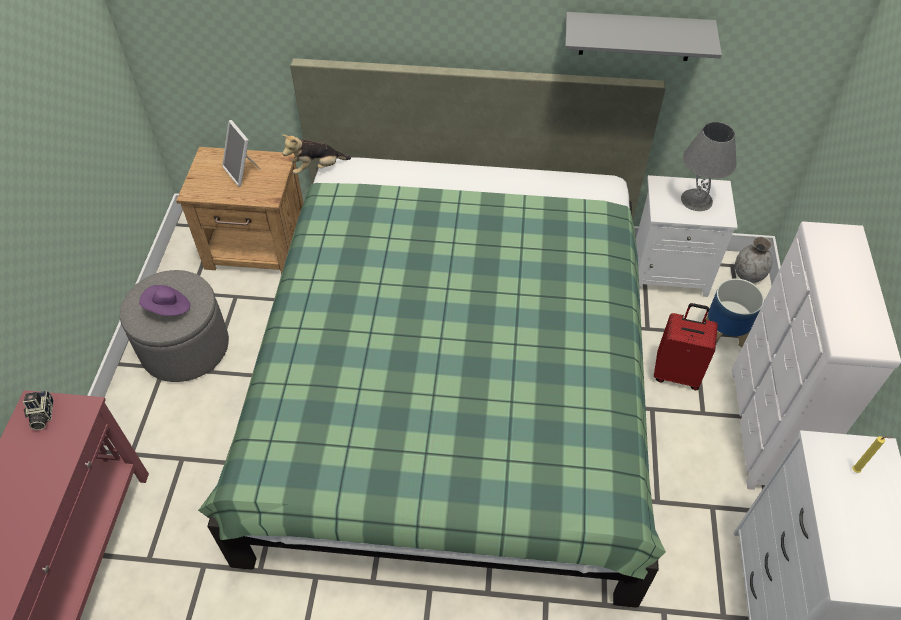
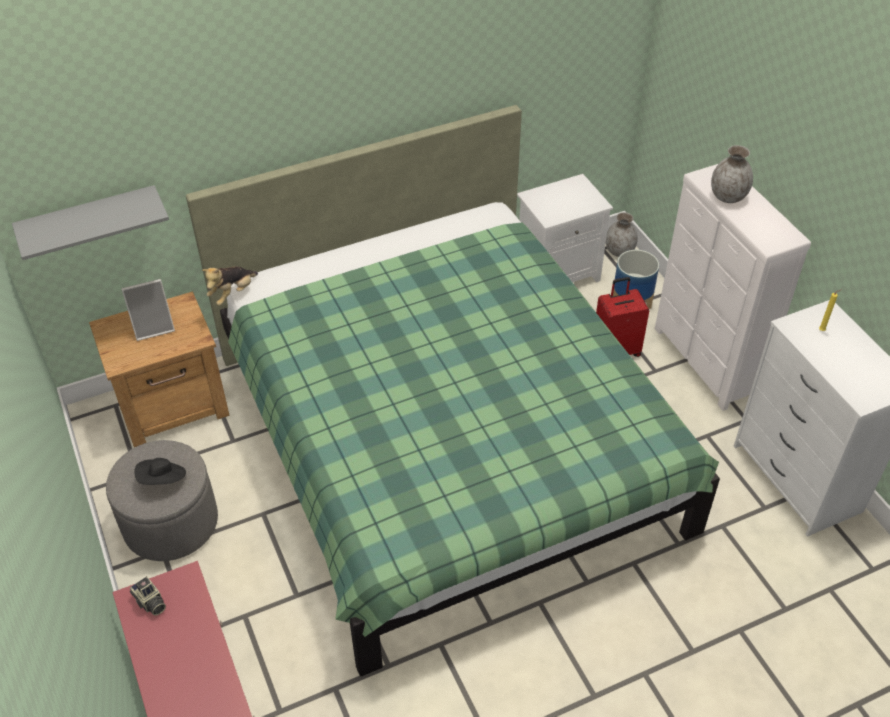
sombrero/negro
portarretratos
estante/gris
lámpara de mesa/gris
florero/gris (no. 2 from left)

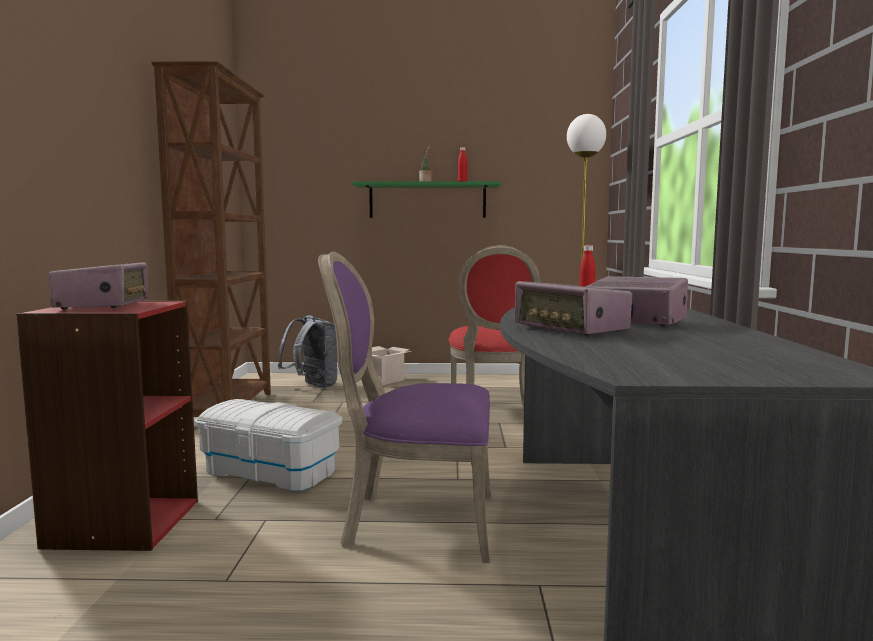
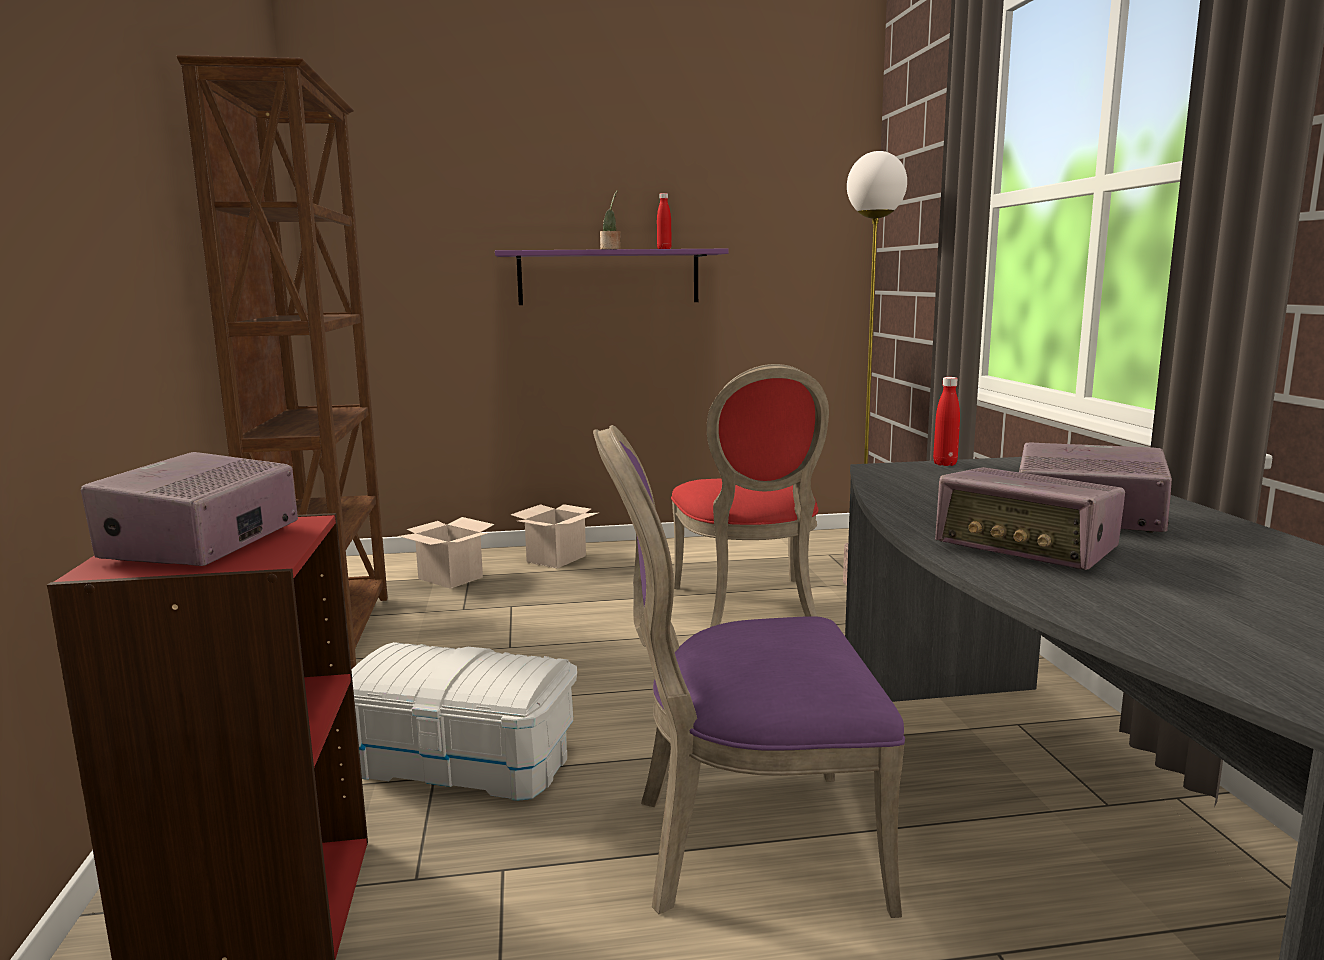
radio (no. 1 from left)
caja de cartón (no. 1 from left)
estante/morado

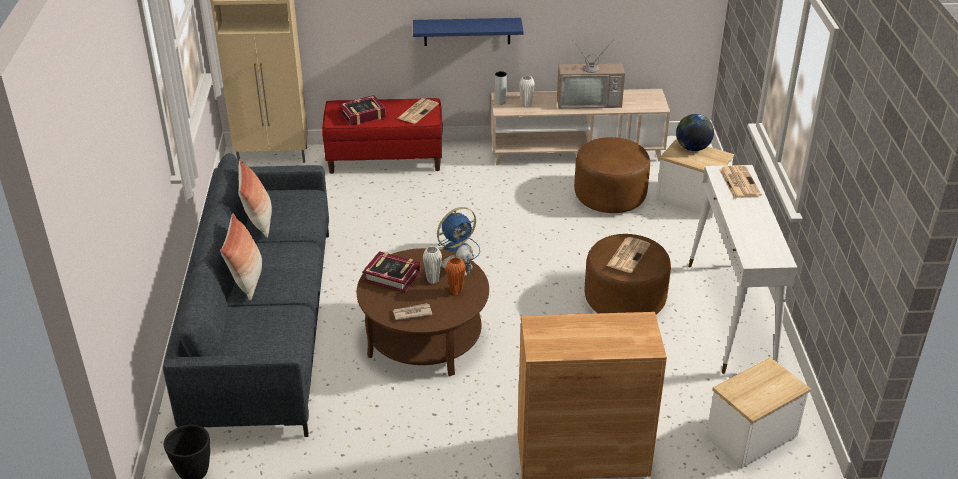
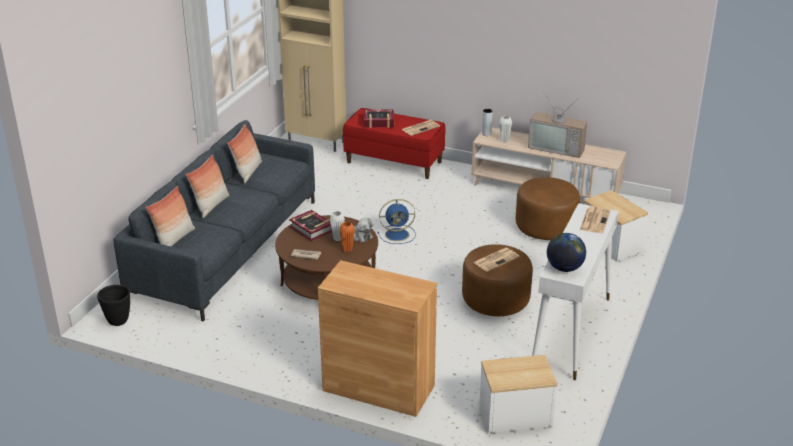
estante/azul
globo terráqueo
cojín (no. 1 from left)

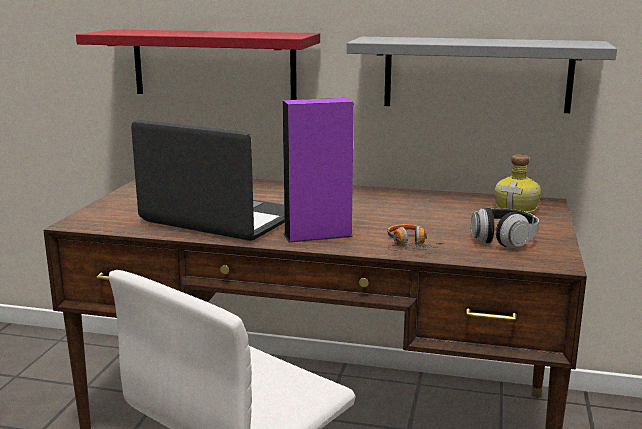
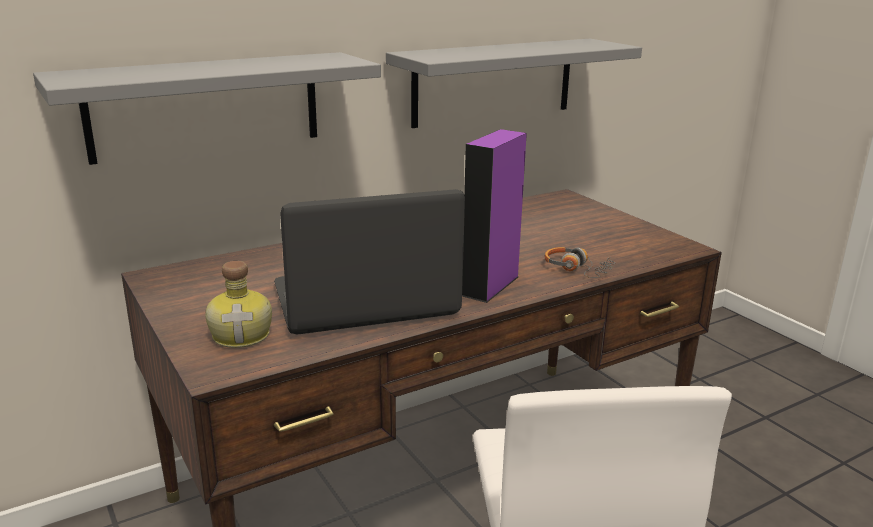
estante/gris (no. 1 from left)
auriculares (no. 2 from left in the first image)
botella

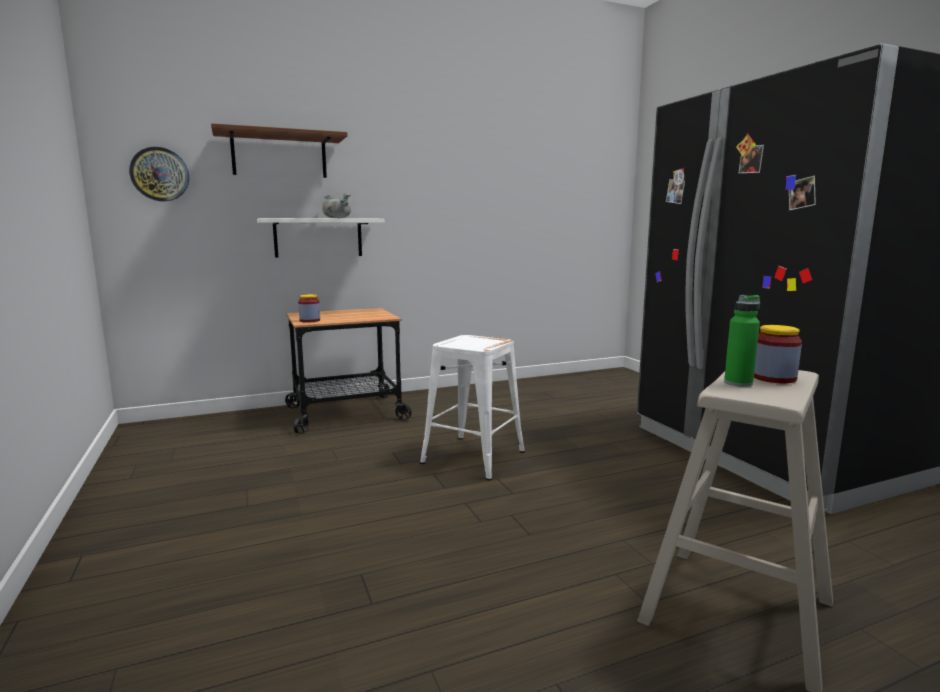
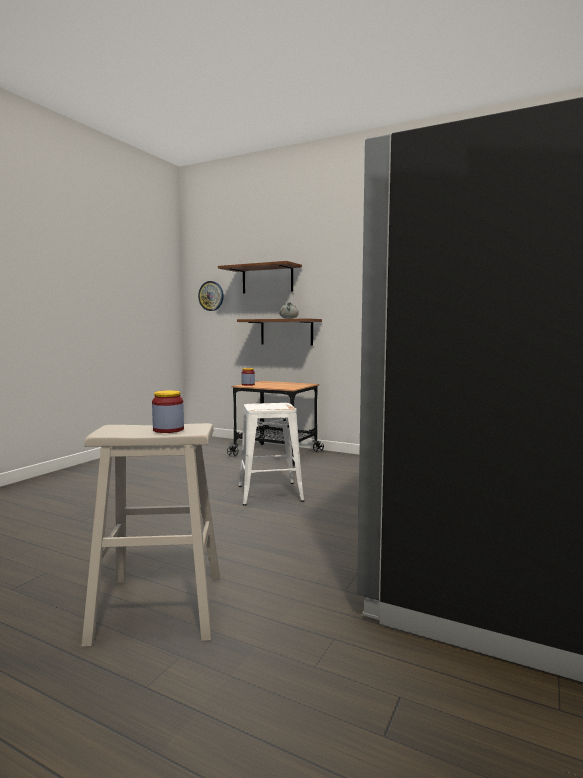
estante/marrón (no. 2 from left)
botella/verde

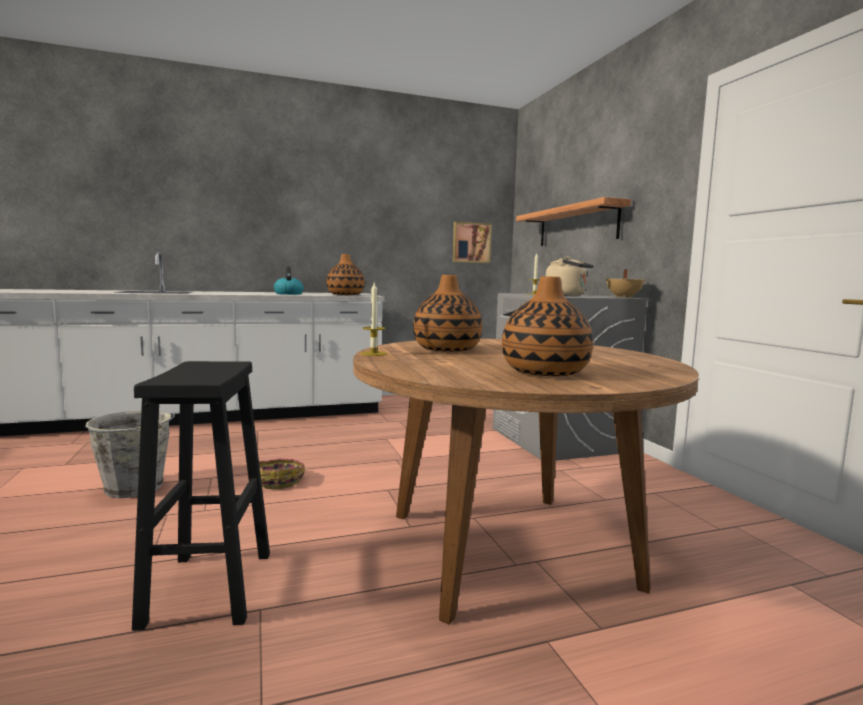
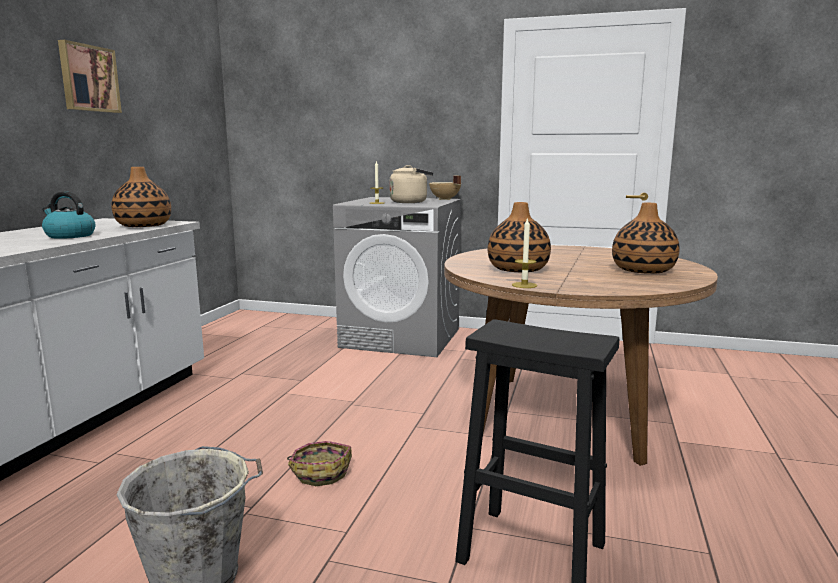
cuadro
estante

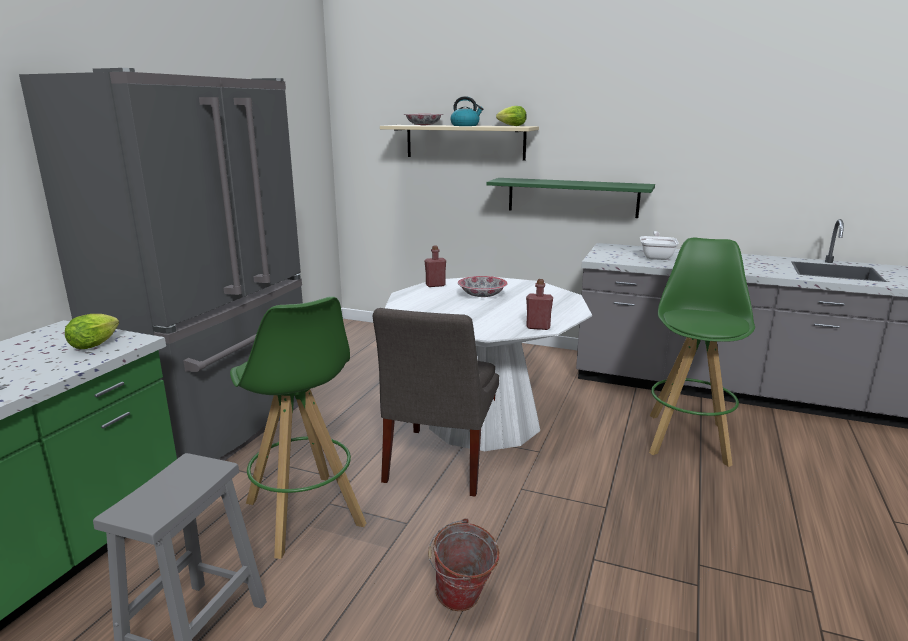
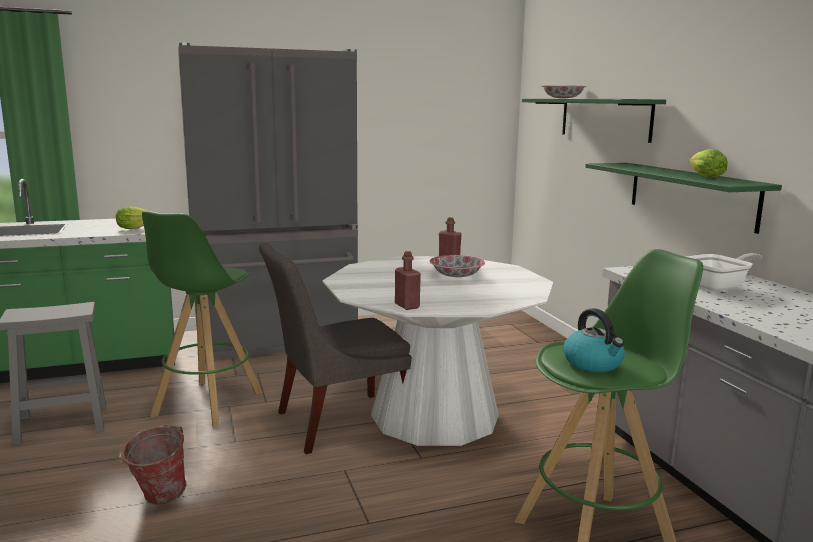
estante/verde (no. 1 from left)
hervidor
lechuga (no. 2 from left)

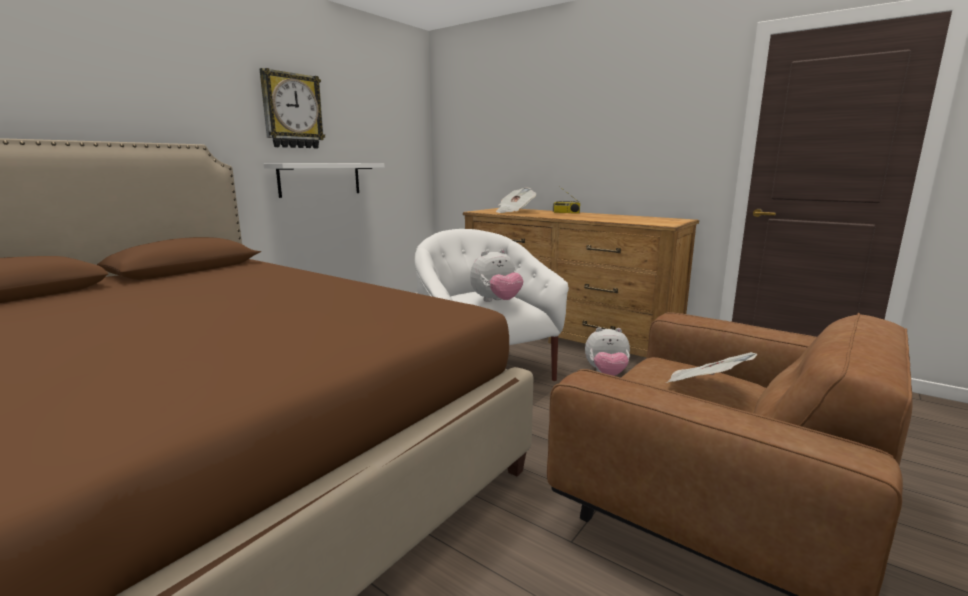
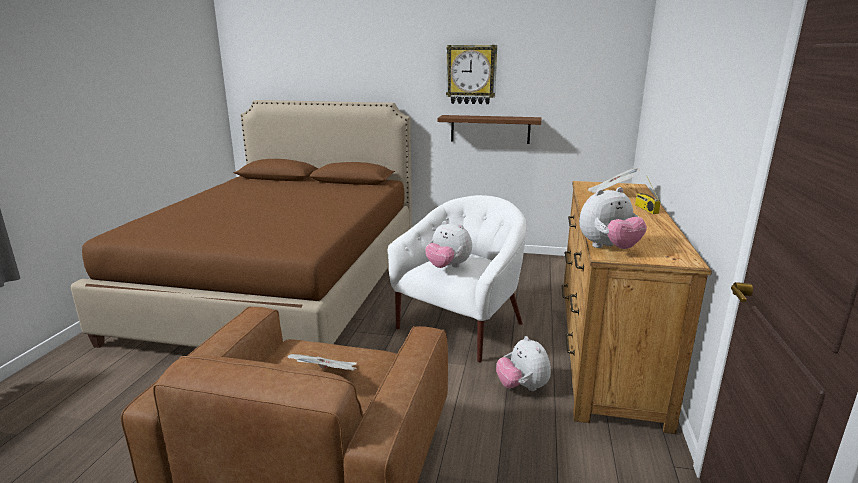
estante/marrón
peluche (no. 3 from left)

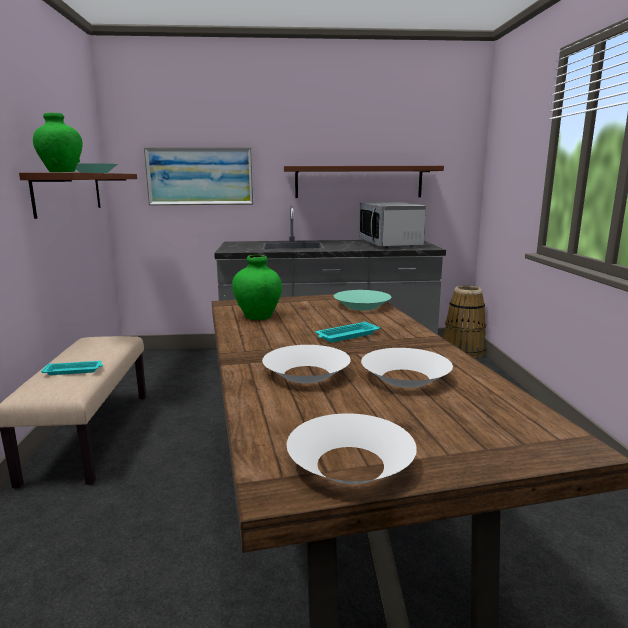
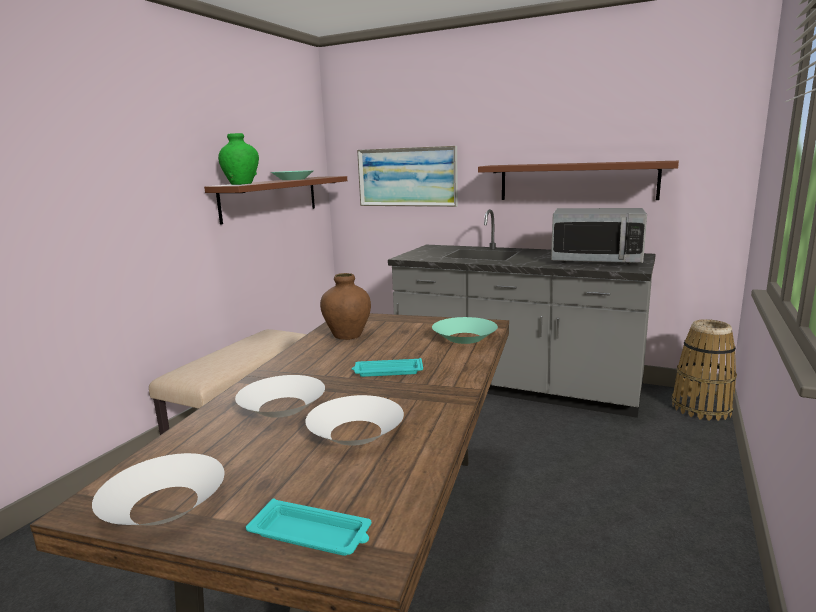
bandeja/turquesa (no. 1 from left)
florero/marrón
microondas

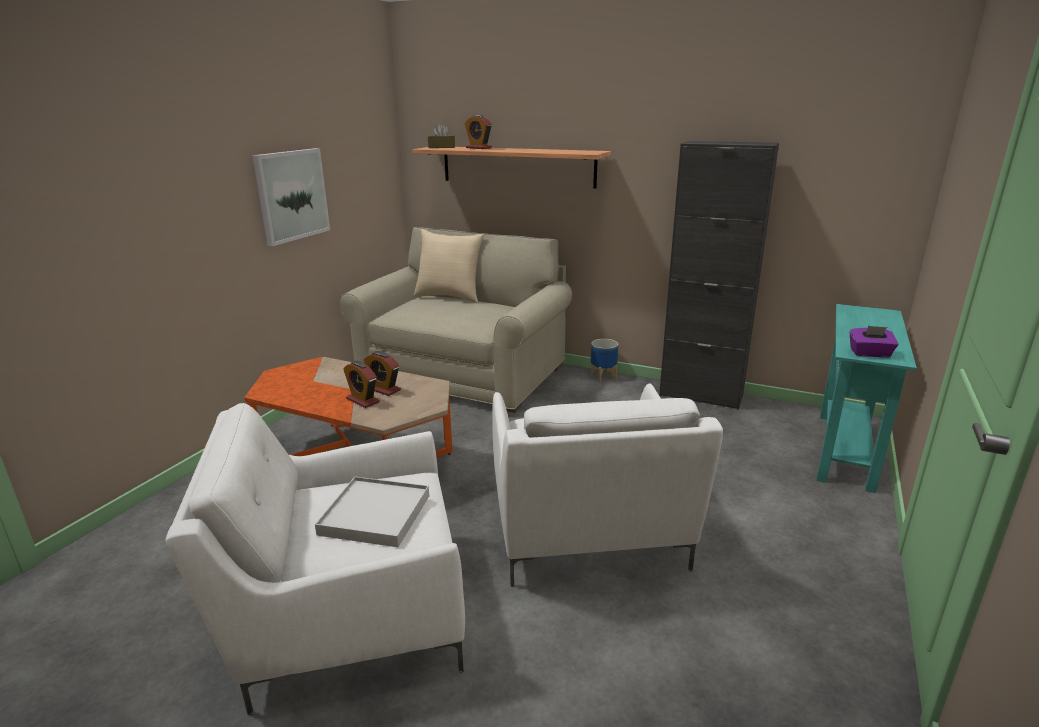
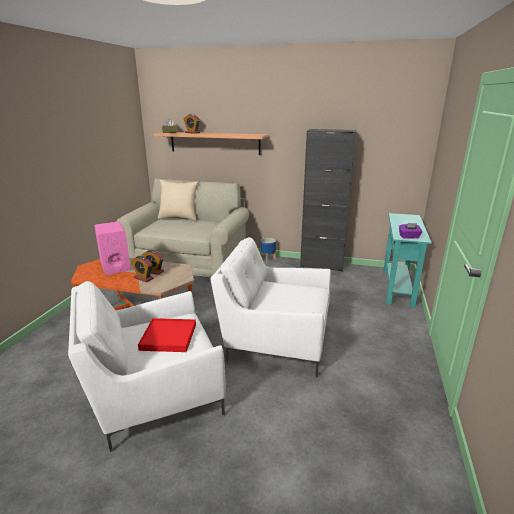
cuadro
bandeja/rojo
sillón/blanco (no. 2 from left)
altavoz/rosa

